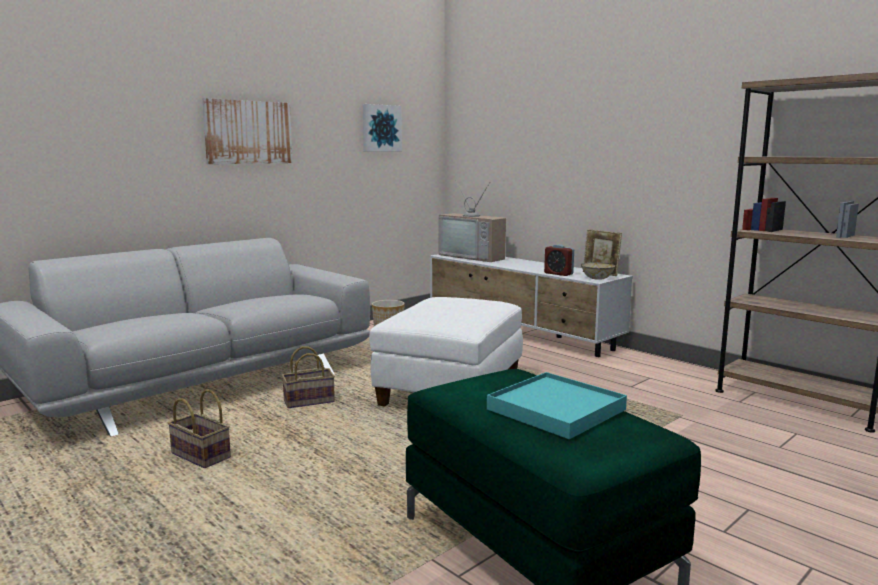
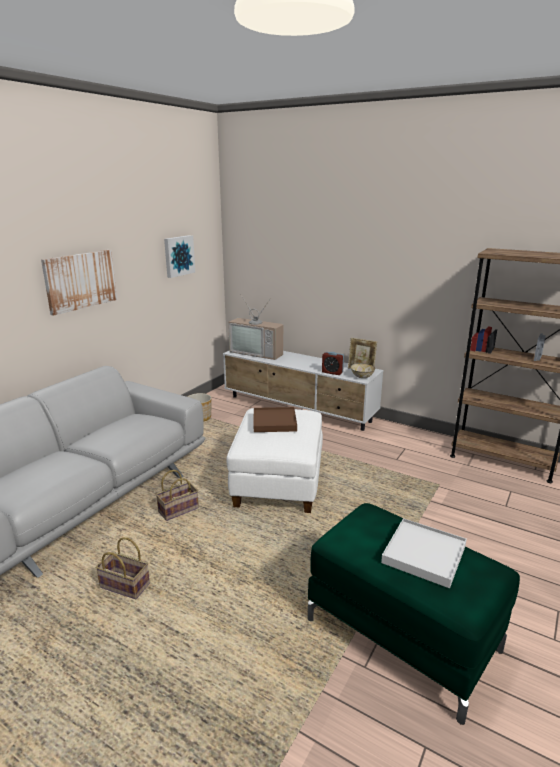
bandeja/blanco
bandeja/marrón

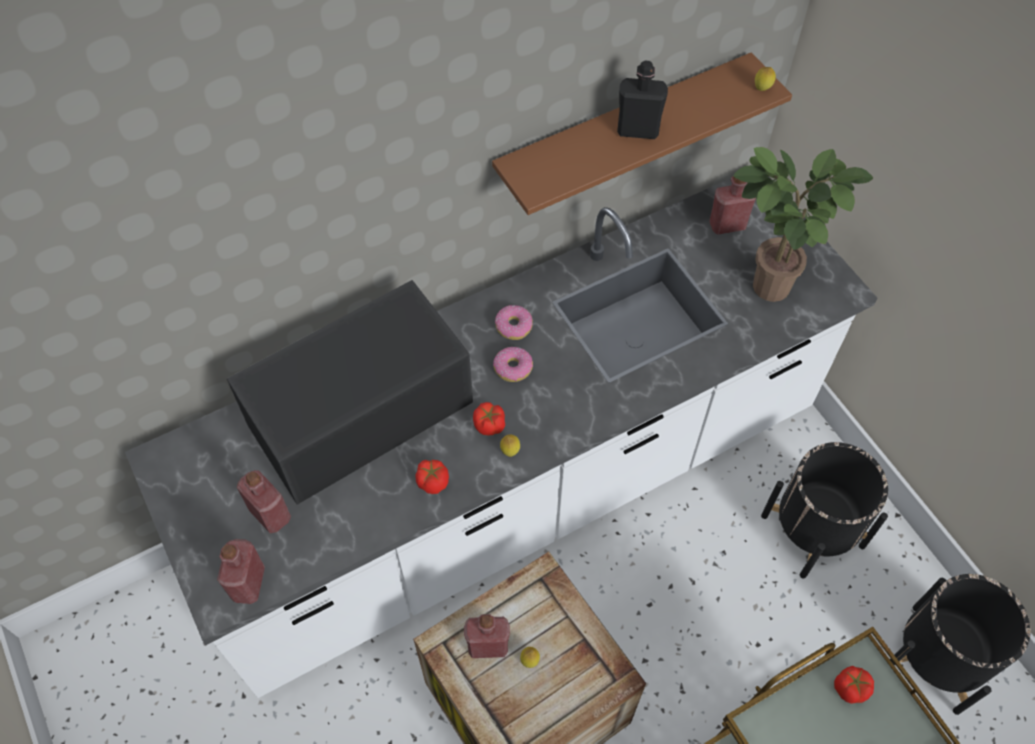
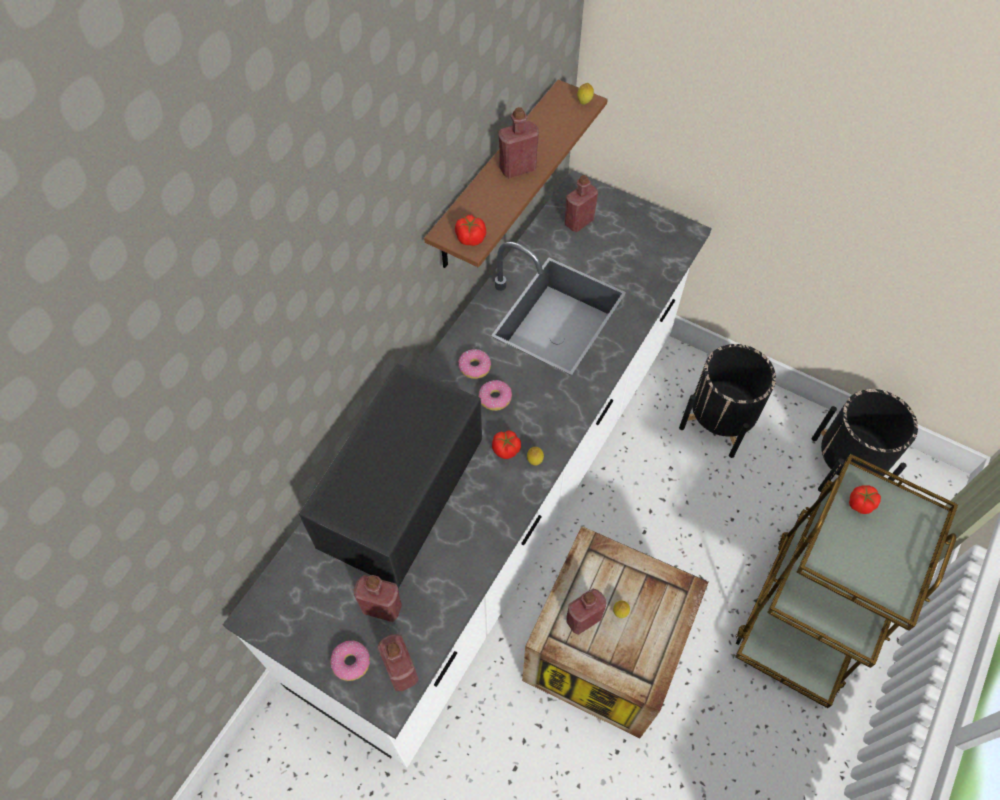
tomate (no. 1 from left)
botella/rojo (no. 3 from left)
planta en maceta
rosquilla (no. 1 from left)

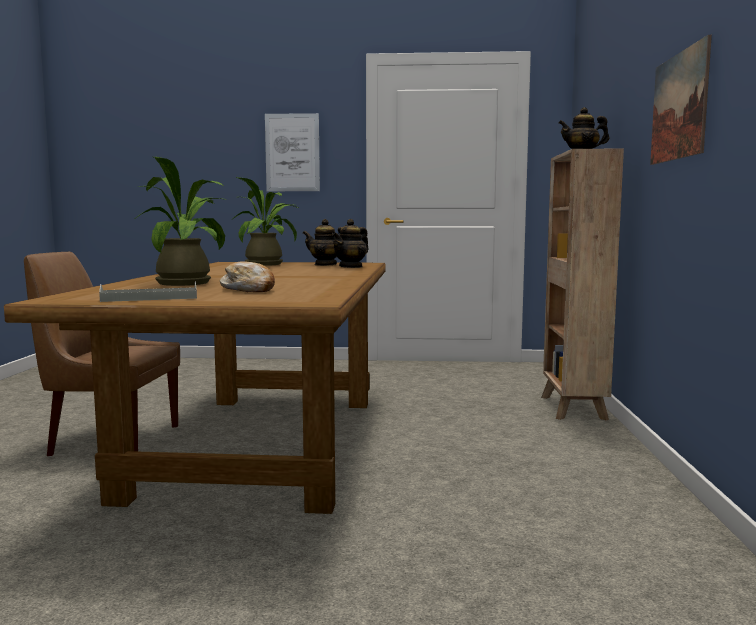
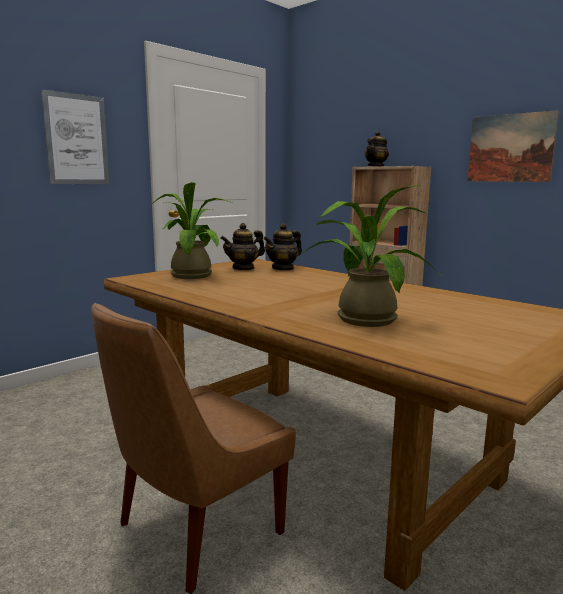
bandeja/gris
pan
tetera (no. 2 from left)

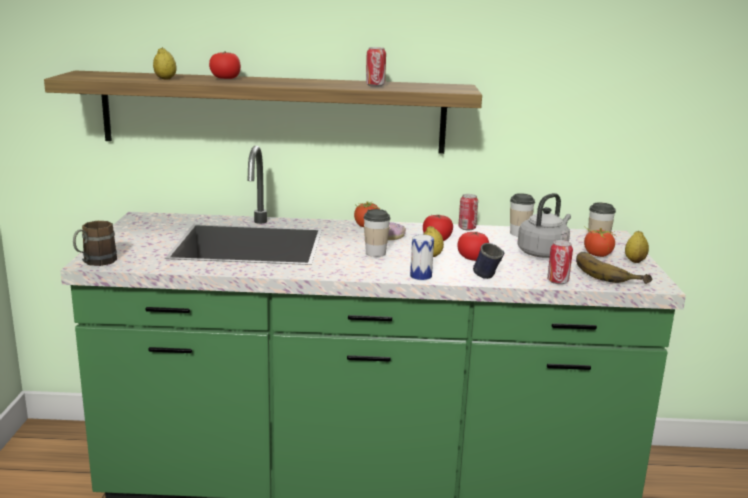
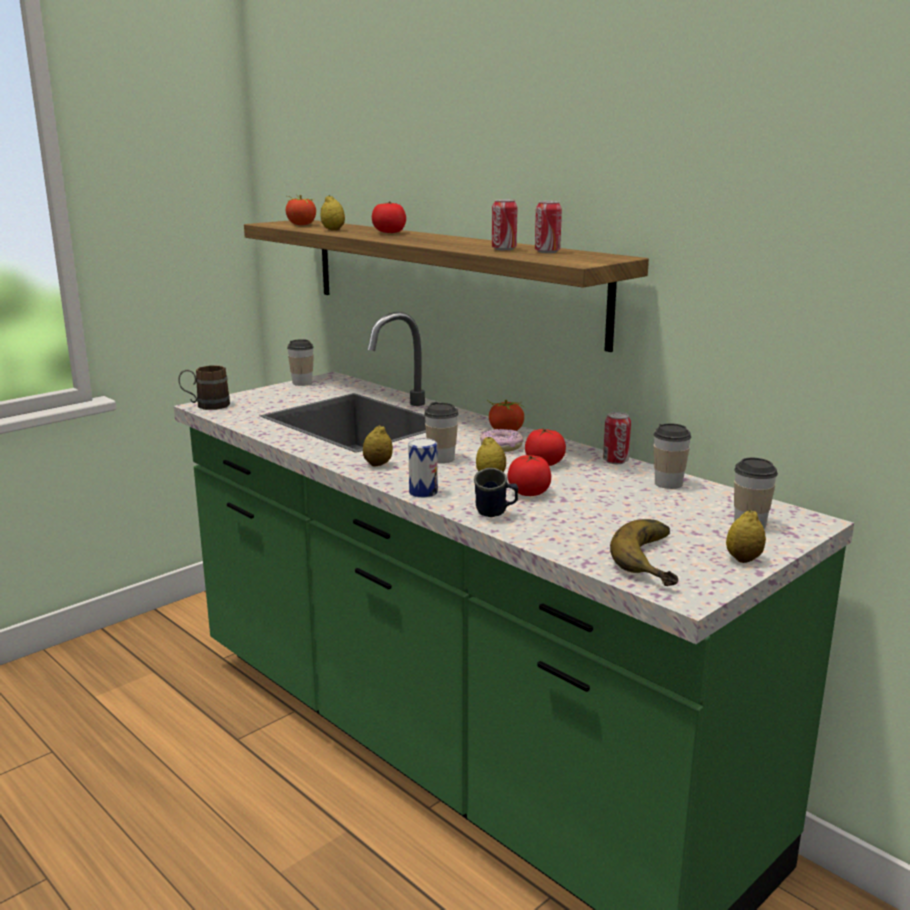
hervidor/gris
lata (no. 3 from left)
tomate (no. 1 from left)
taza (no. 1 from left)
limón (no. 2 from left)

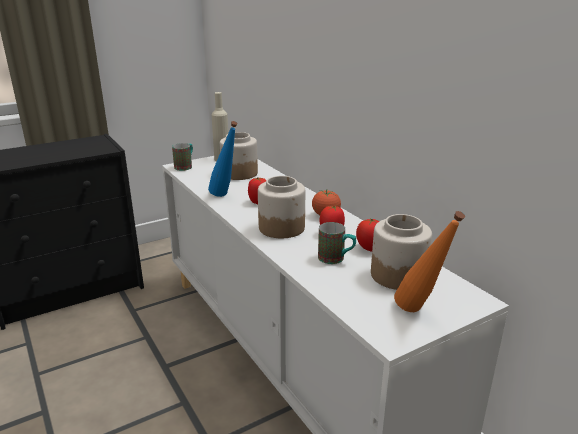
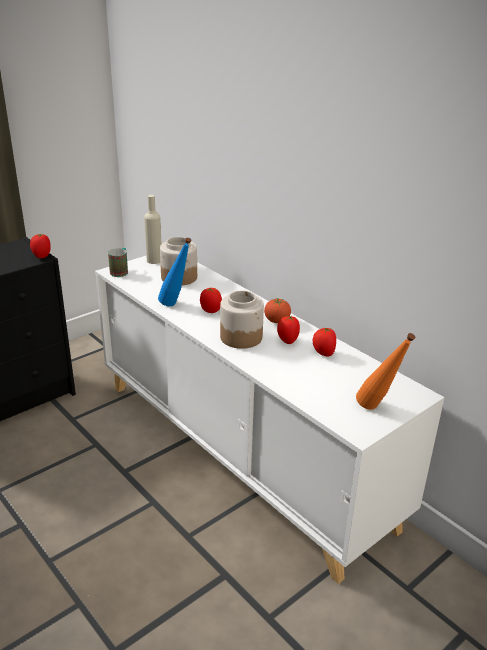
taza grande (no. 2 from left in the first image)
tarro (no. 3 from left in the first image)
tomate (no. 1 from left)

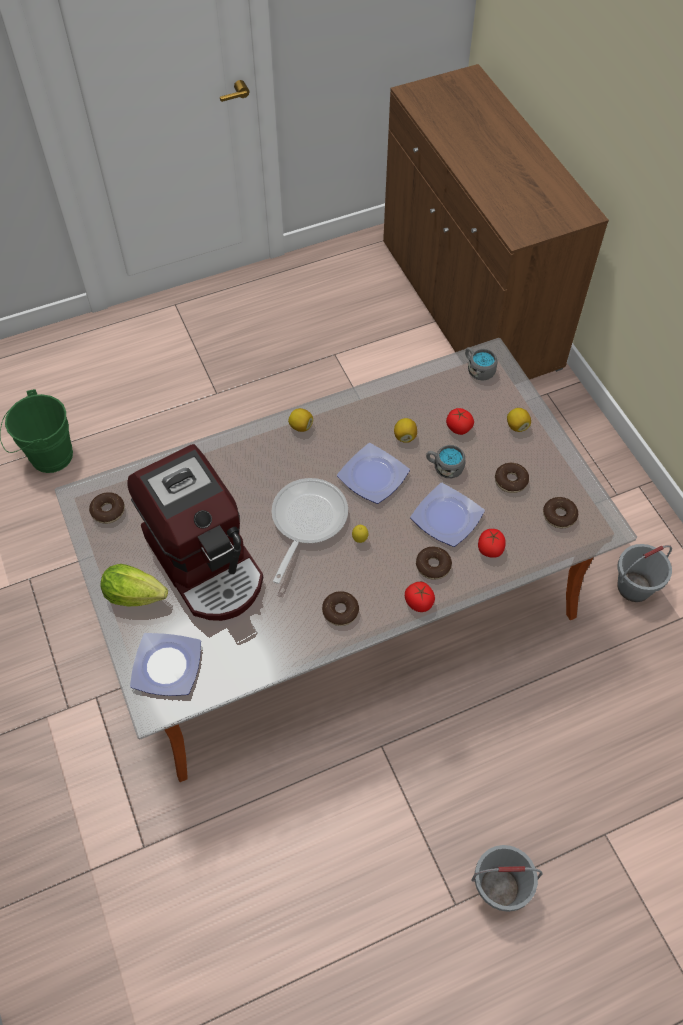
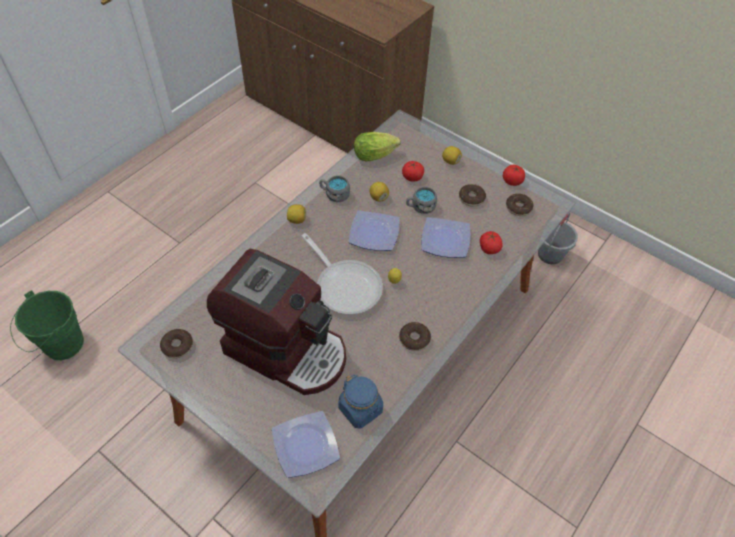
lechuga
sartén
tomate (no. 3 from left)
rosquilla (no. 3 from left in the first image)
taza grande/gris (no. 1 from left)
cubo/gris (no. 1 from left in the first image)
tarro/azul

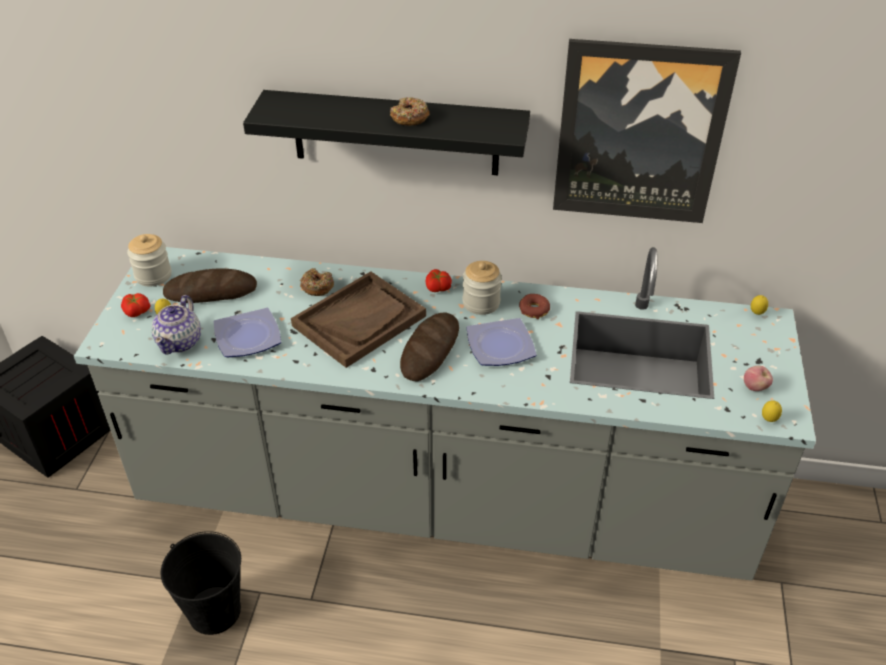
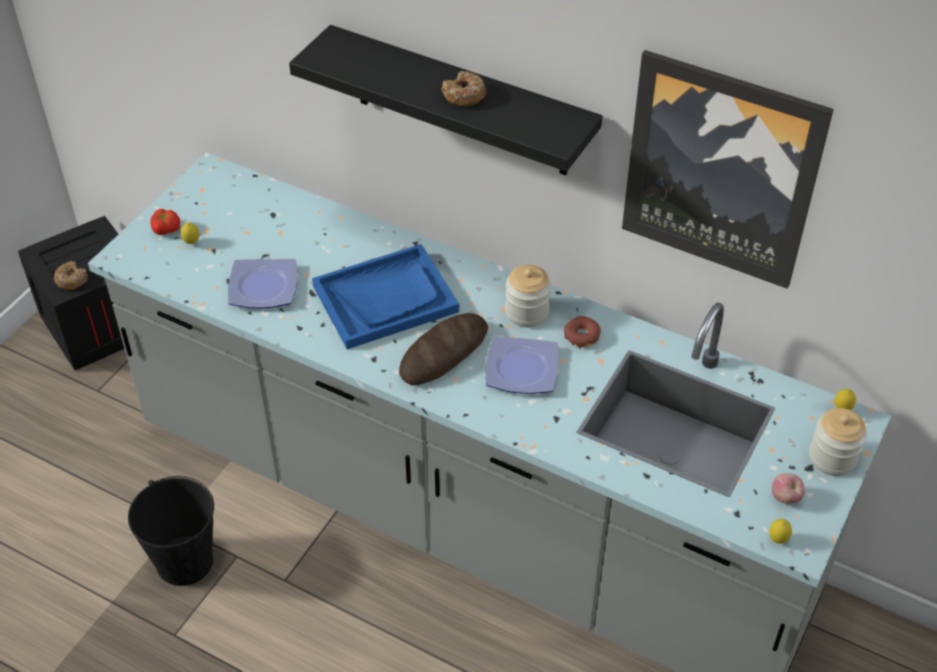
tarro (no. 2 from left)
tetera
pan (no. 1 from left in the first image)
bandeja/azul
rosquilla (no. 1 from left)
tomate (no. 2 from left in the first image)

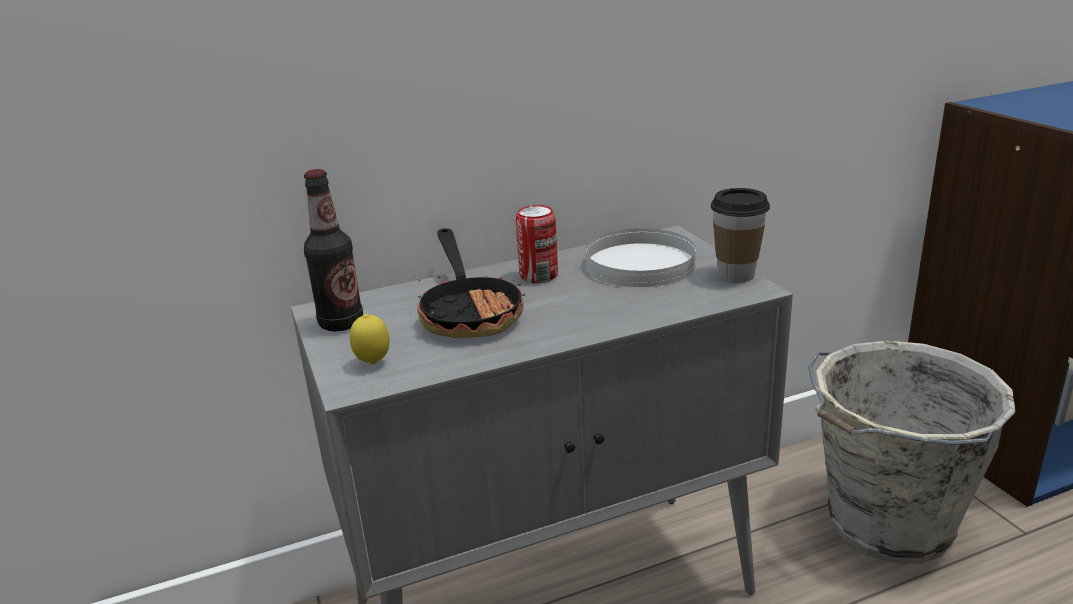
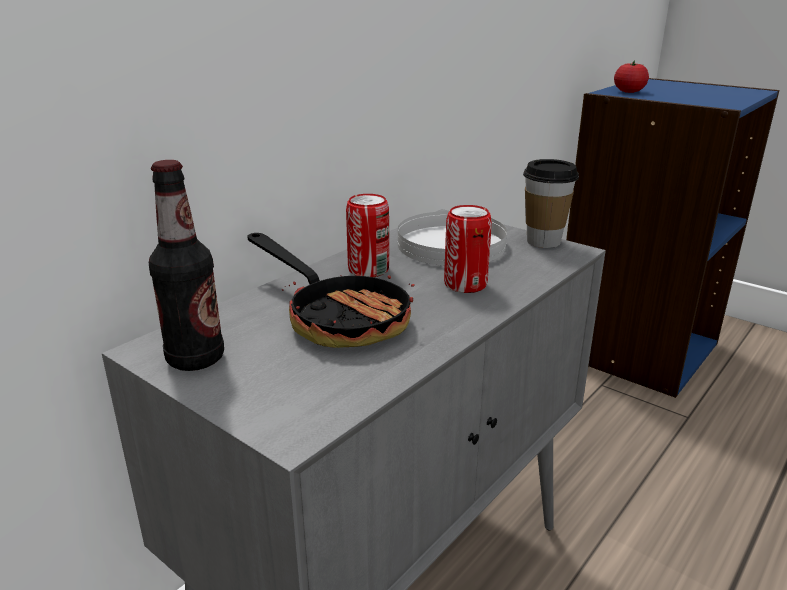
limón
cubo/gris
lata (no. 2 from left)
tomate

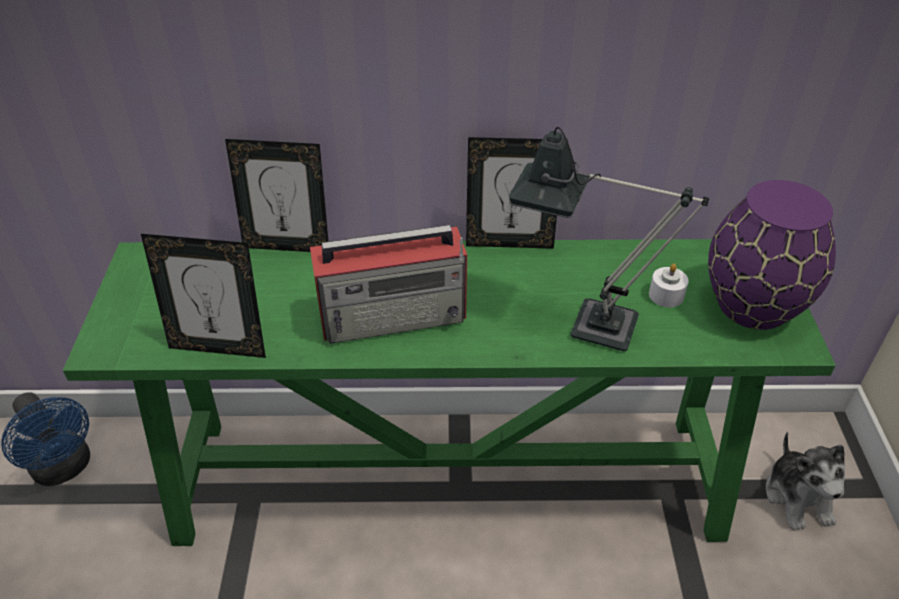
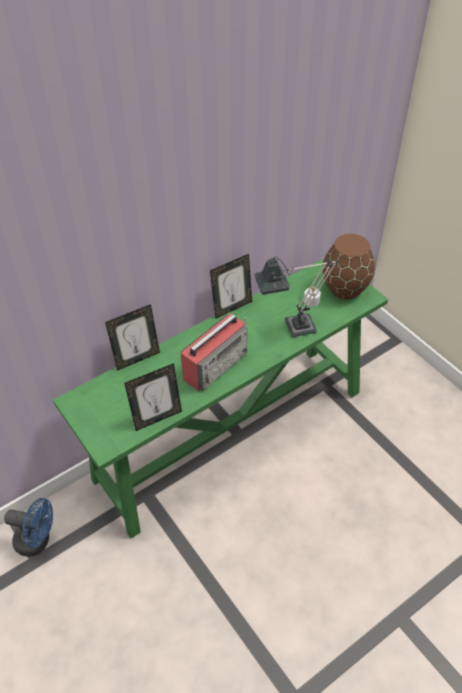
florero/marrón
peluche

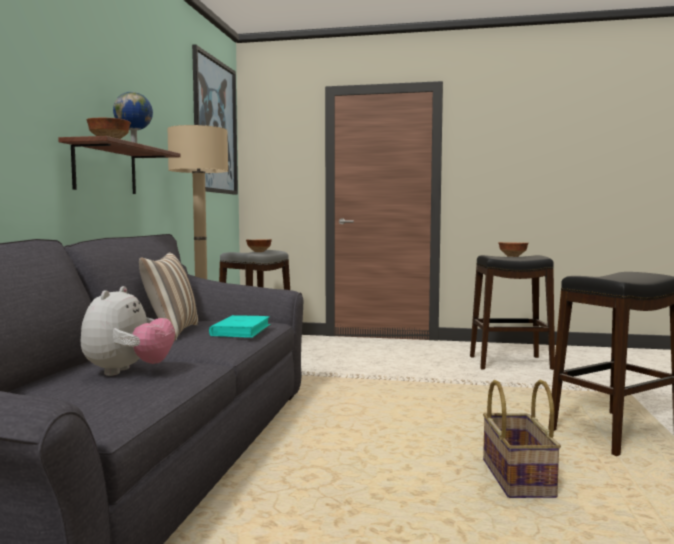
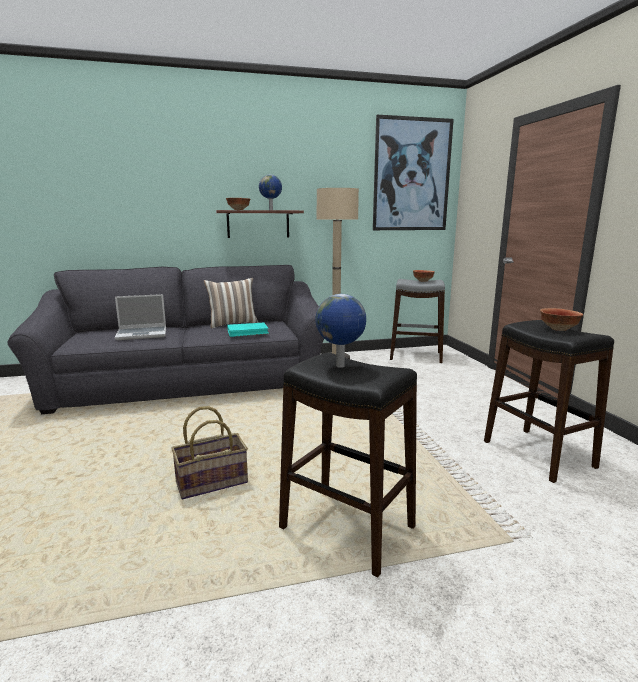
portátil
globo terráqueo (no. 2 from left)

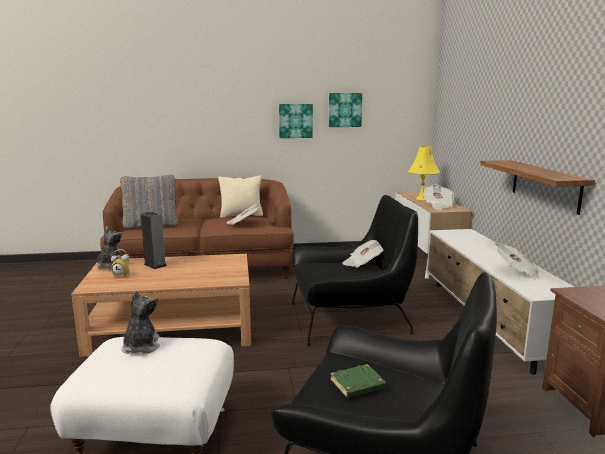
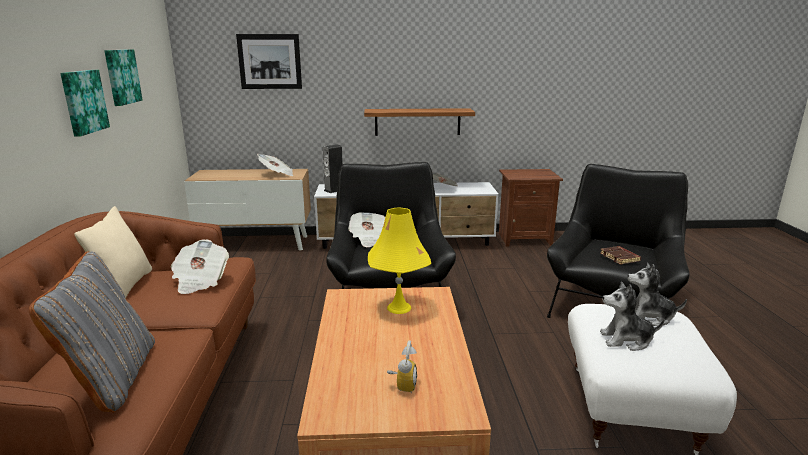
peluche (no. 2 from left)
altavoz
libro/marrón
lámpara de mesa/amarillo
cuadro (no. 3 from left)

